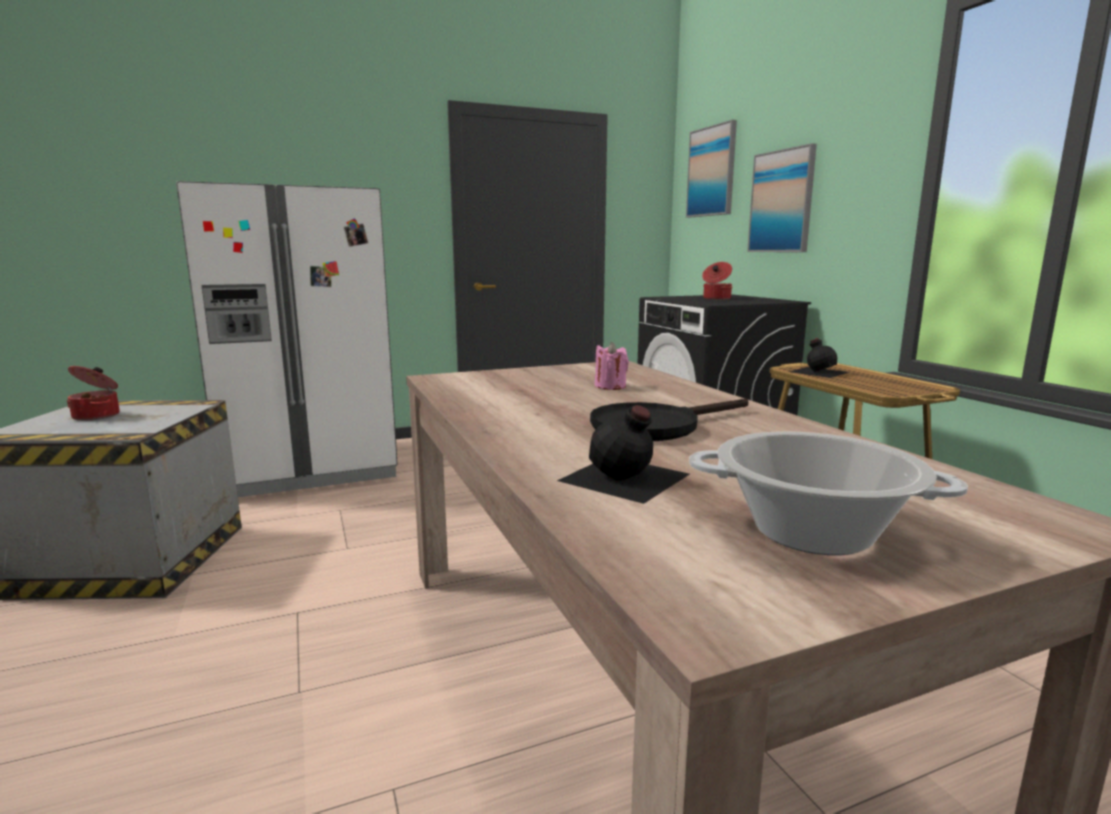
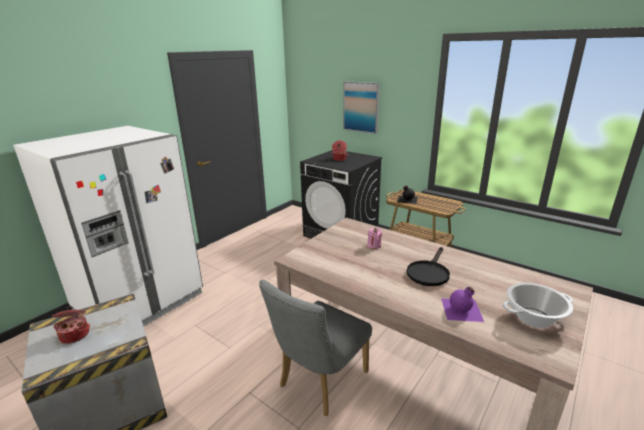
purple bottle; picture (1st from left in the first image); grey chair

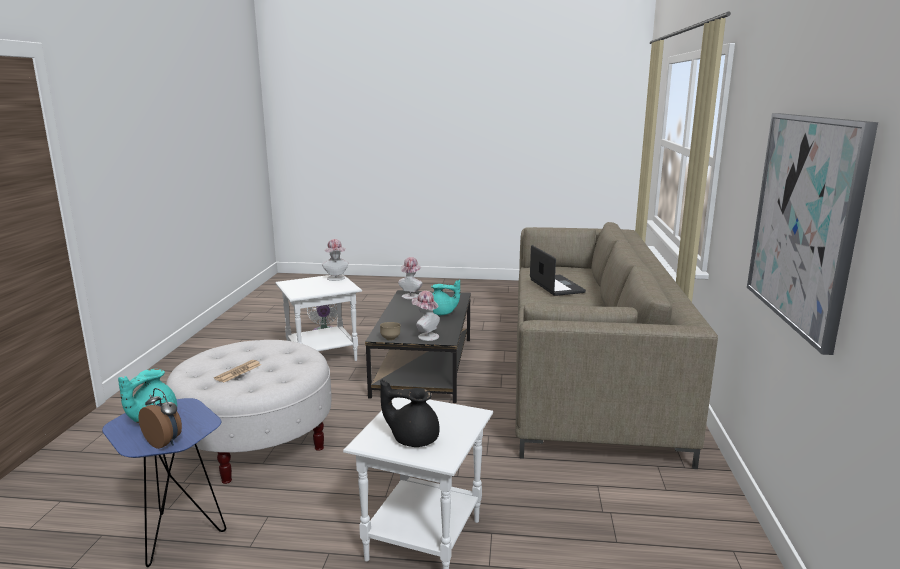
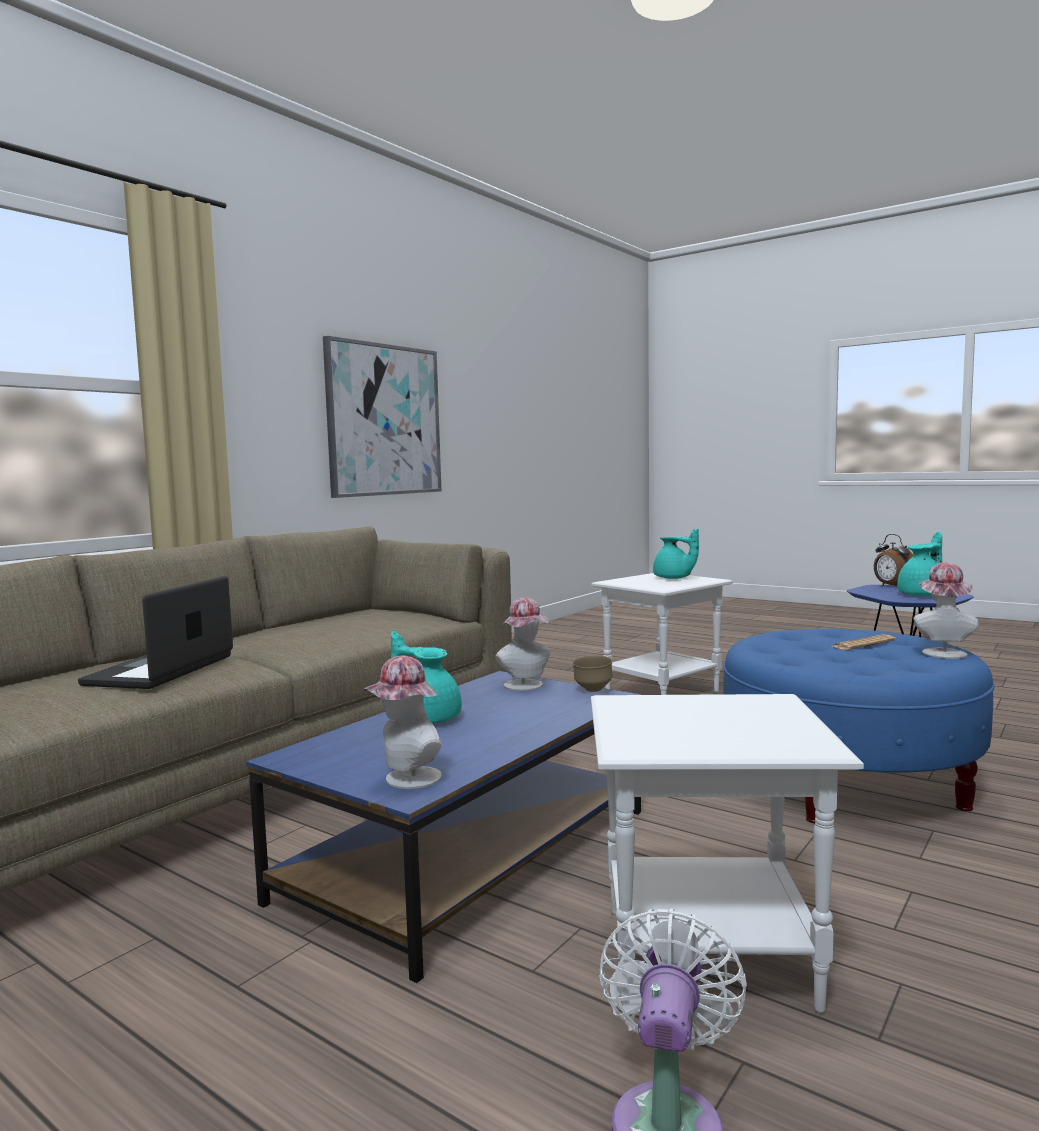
blue ottoman; hat (3rd from left); blue coffee table; turquoise teapot (2nd from left)

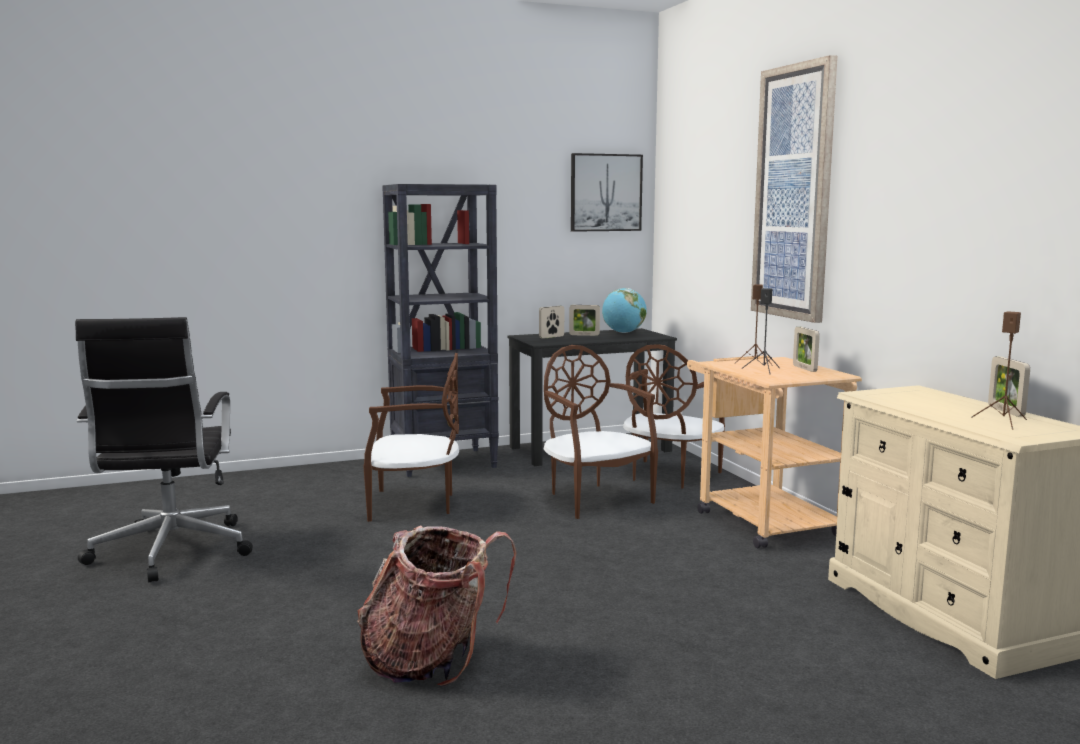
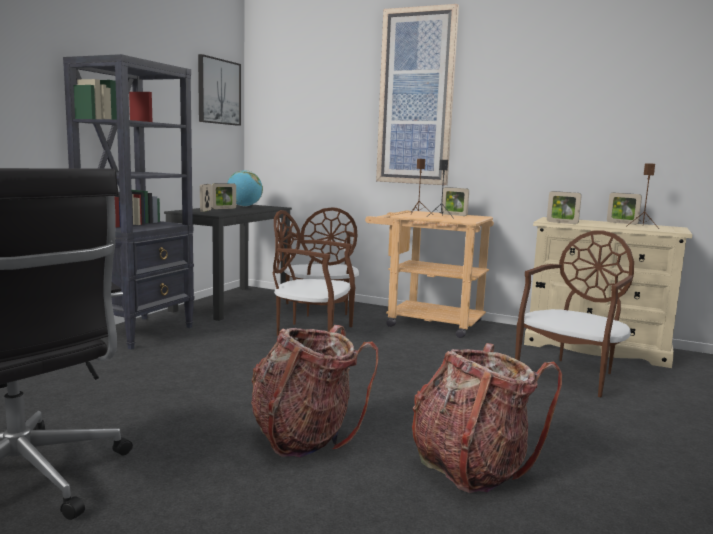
brown chair (3rd from left); backpack (1st from left); picture frame (4th from left)

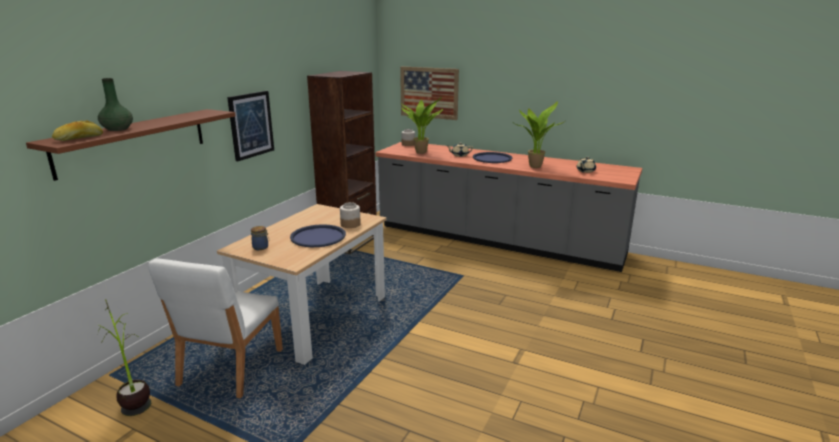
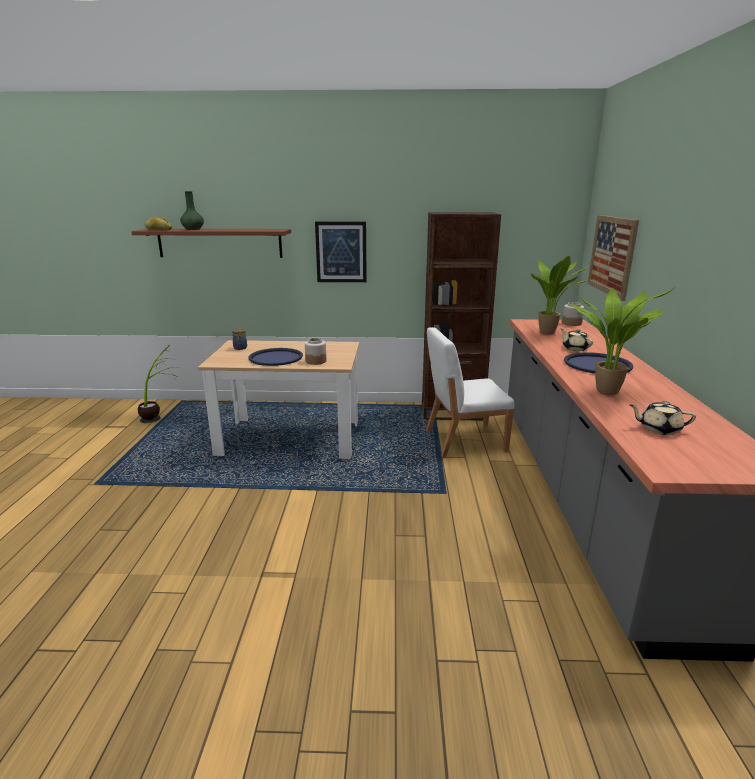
white chair

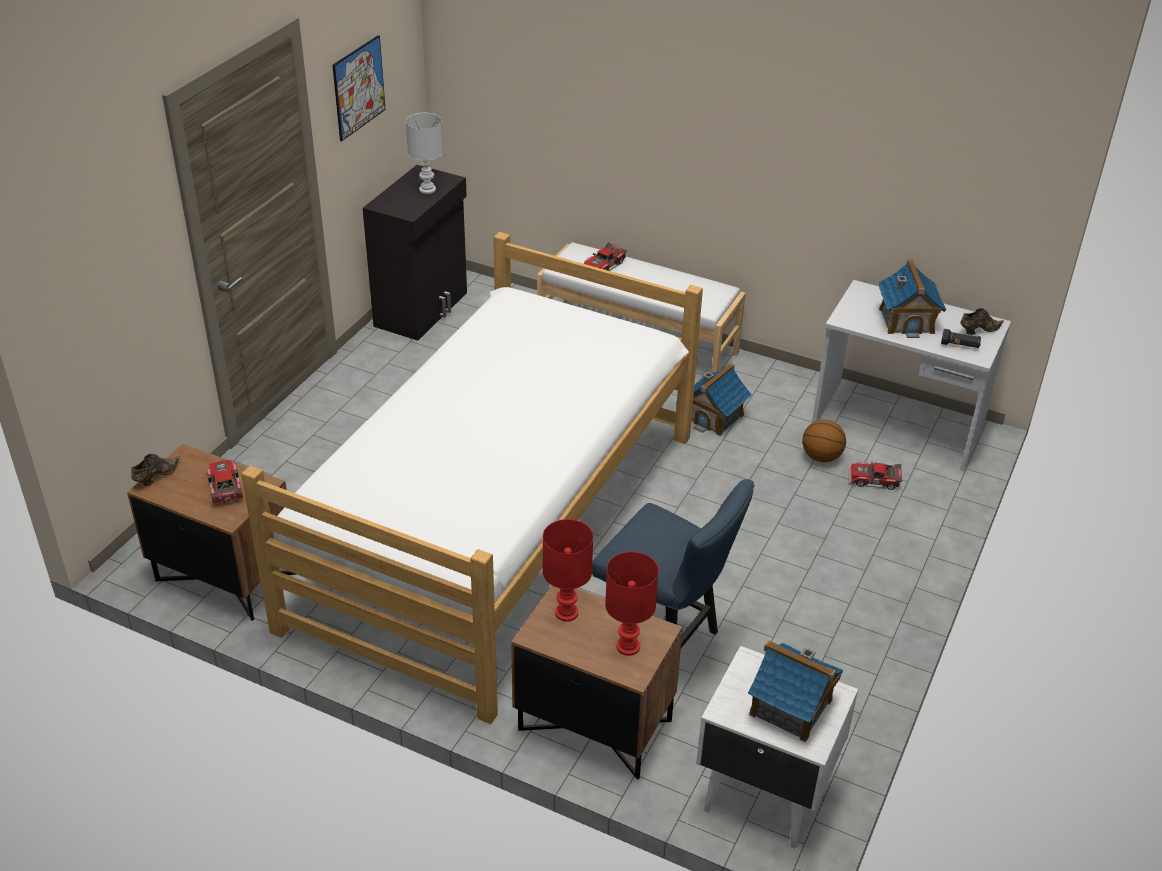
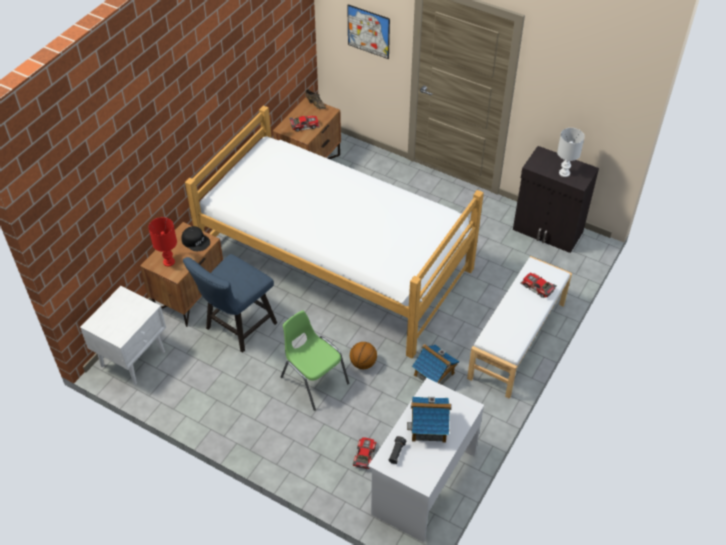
picture; black cap; toy house (2nd from left in the first image); basketball; brown shoe (2nd from left in the first image); green chair

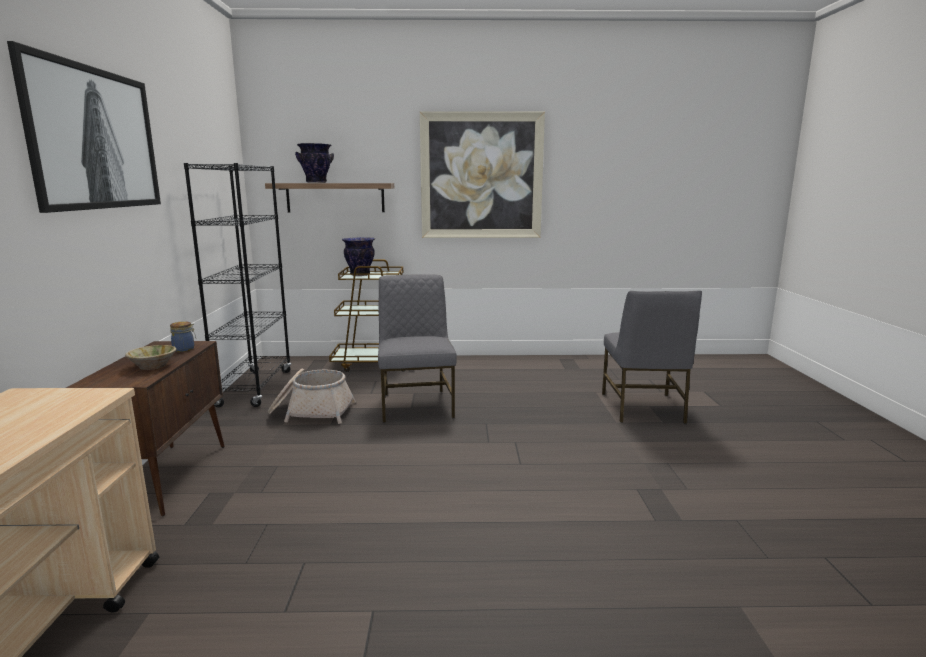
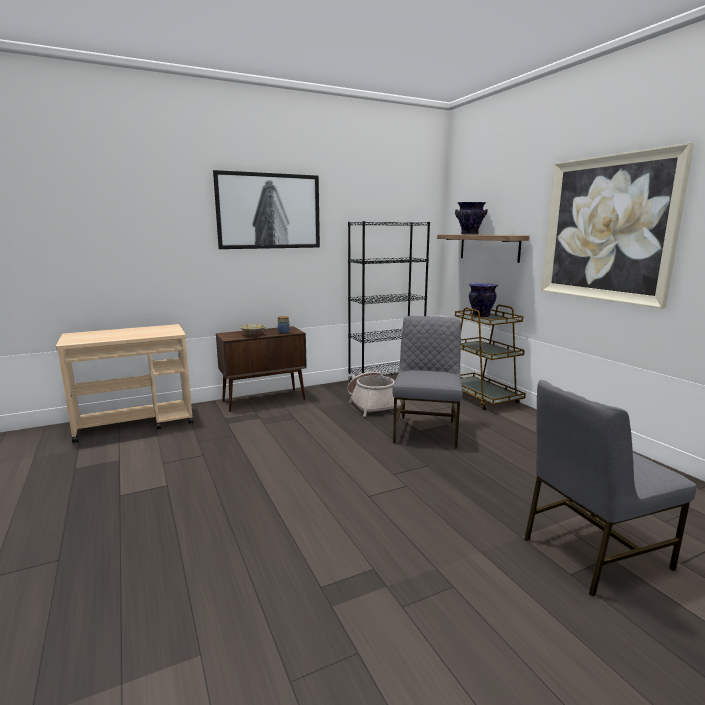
grey chair (1st from left)

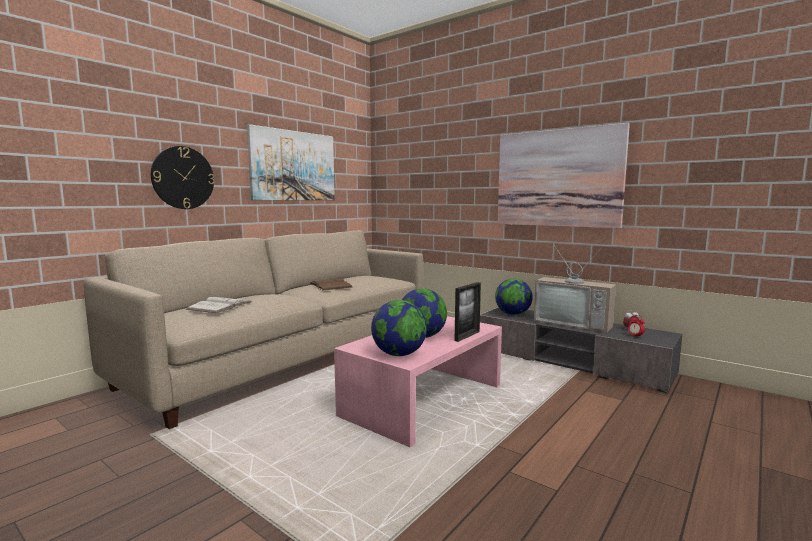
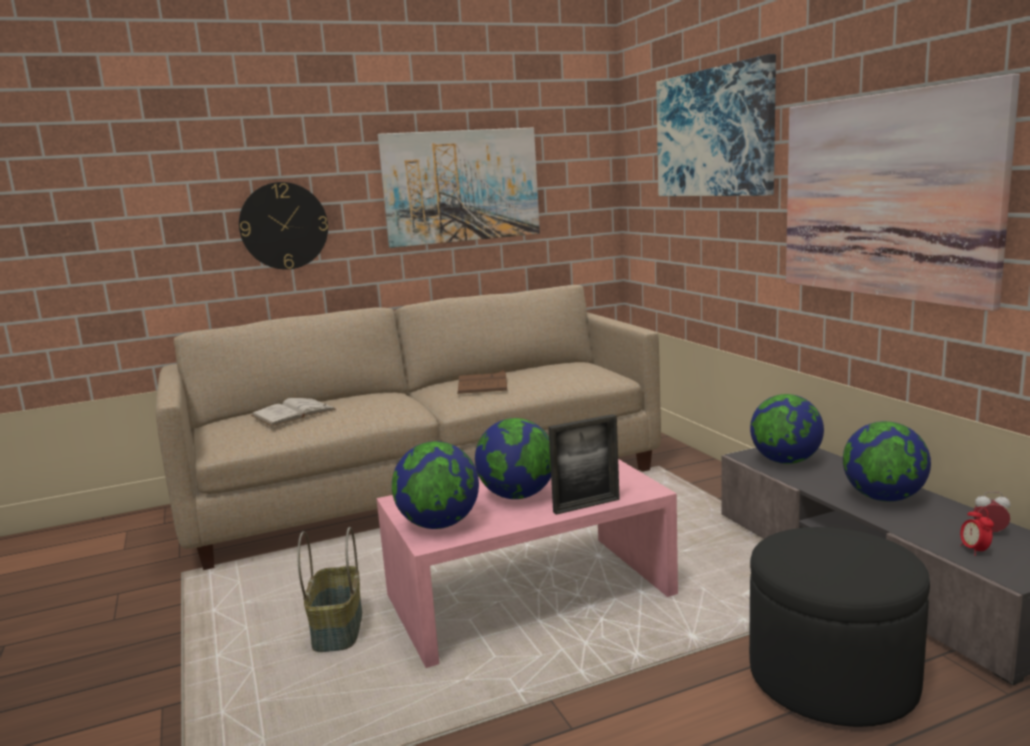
globe (4th from left); basket; picture (2nd from left); black ottoman

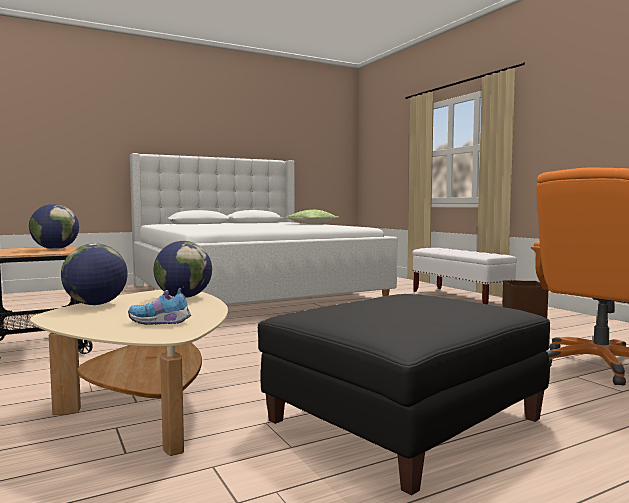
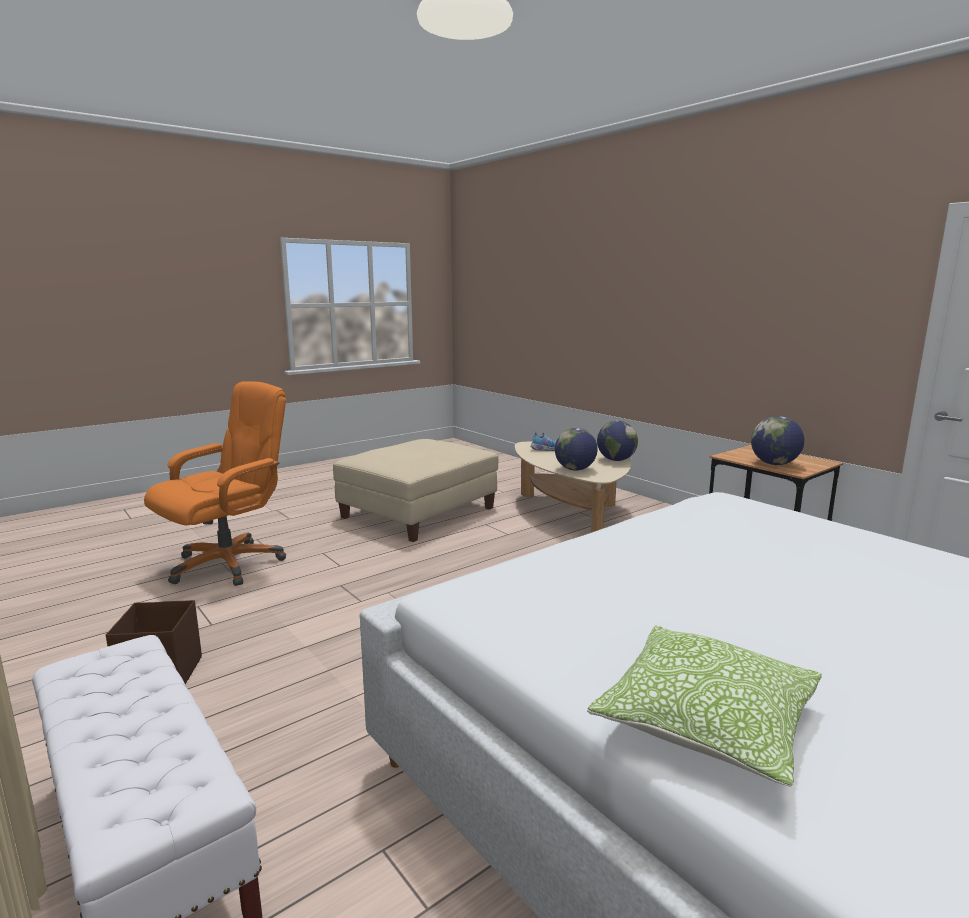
beige ottoman

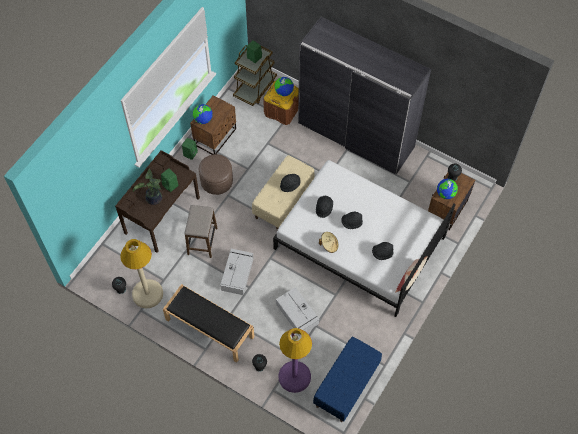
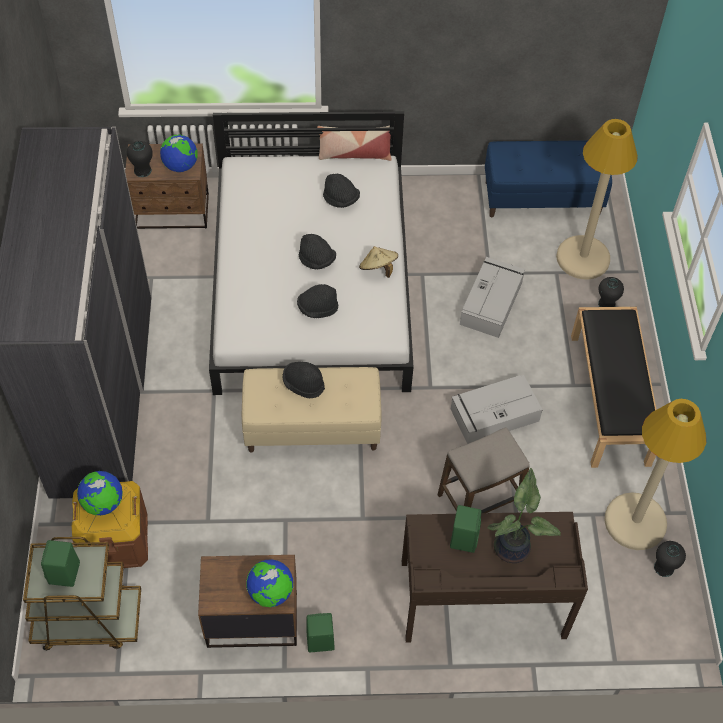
brown ottoman; beige floor lamp (1st from left)

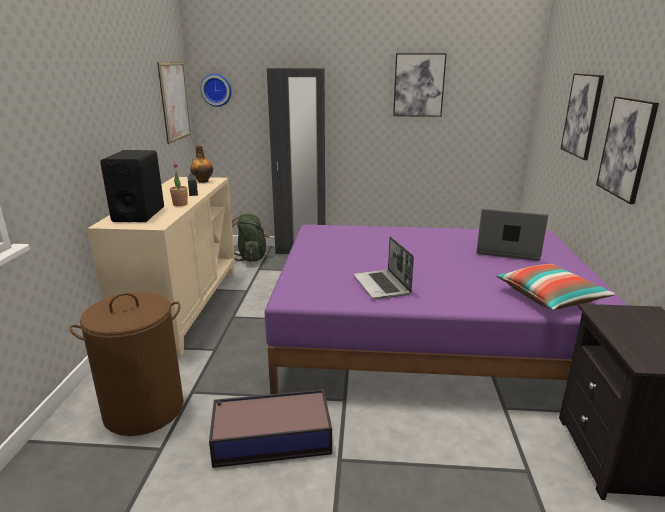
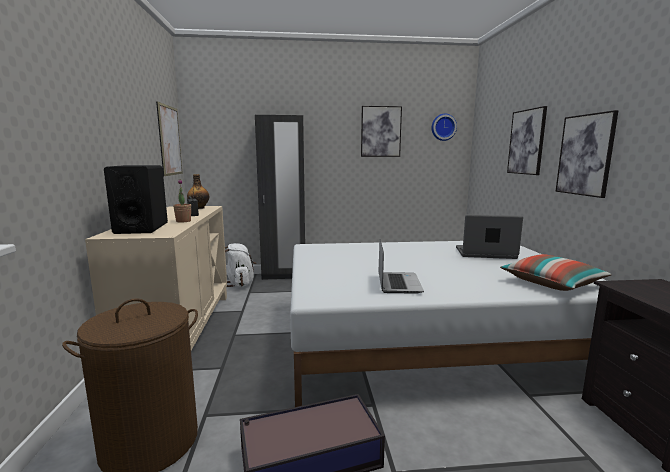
wall clock; white backpack; white bed; laptop (1st from left)

